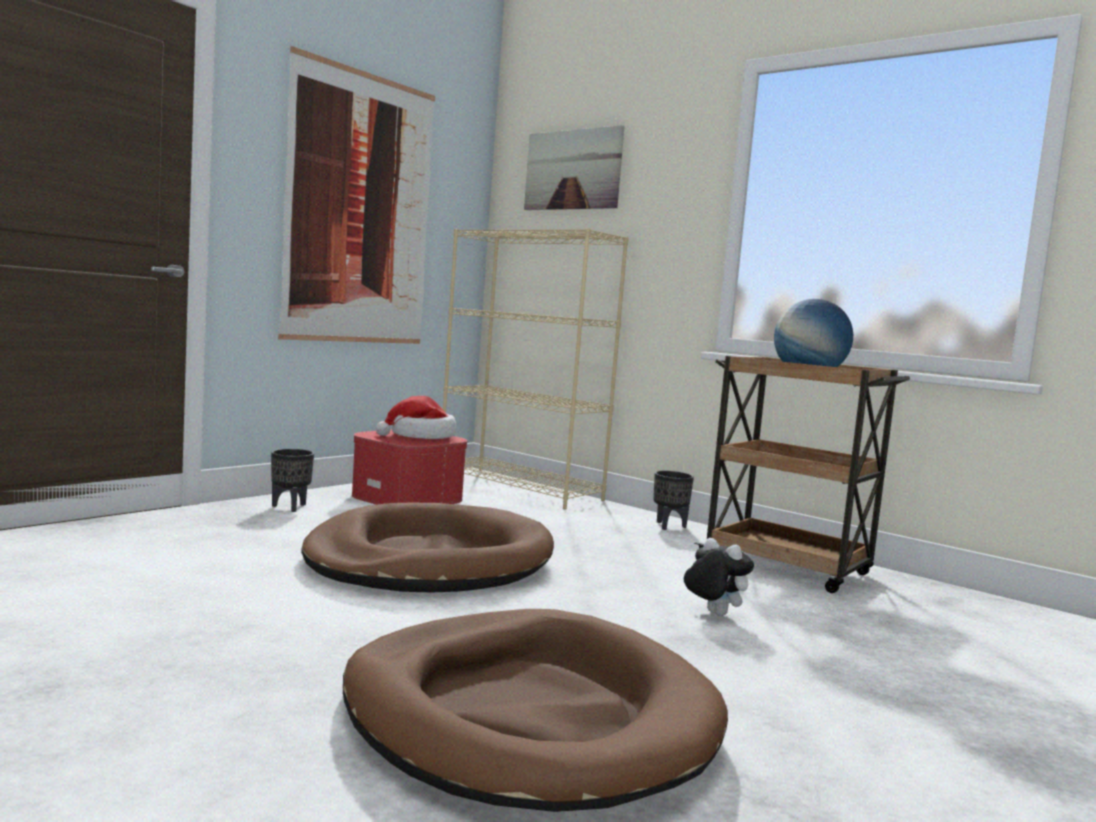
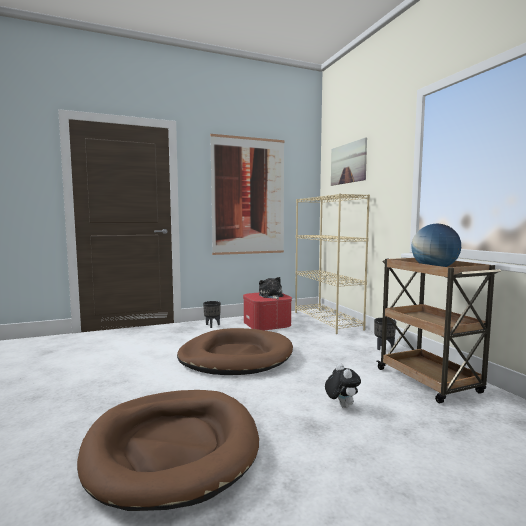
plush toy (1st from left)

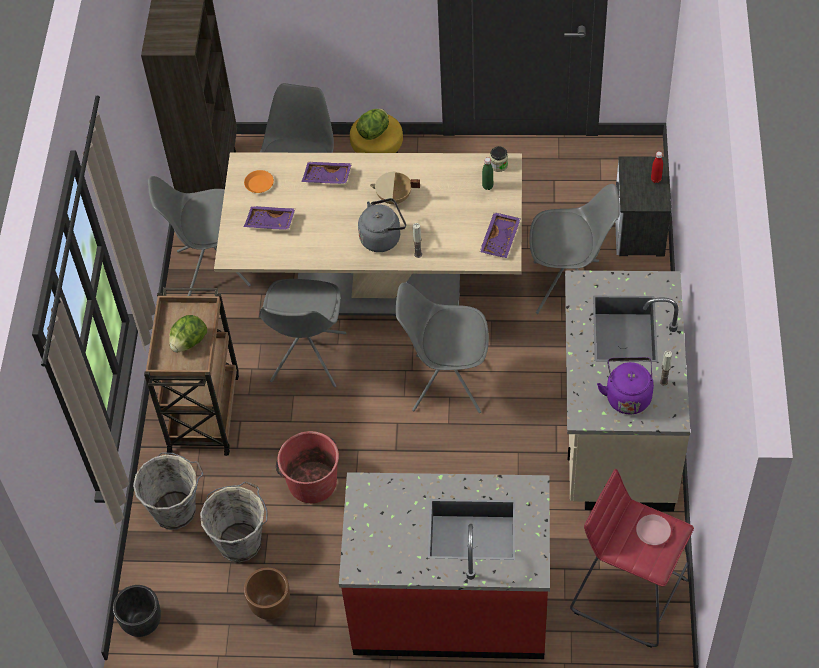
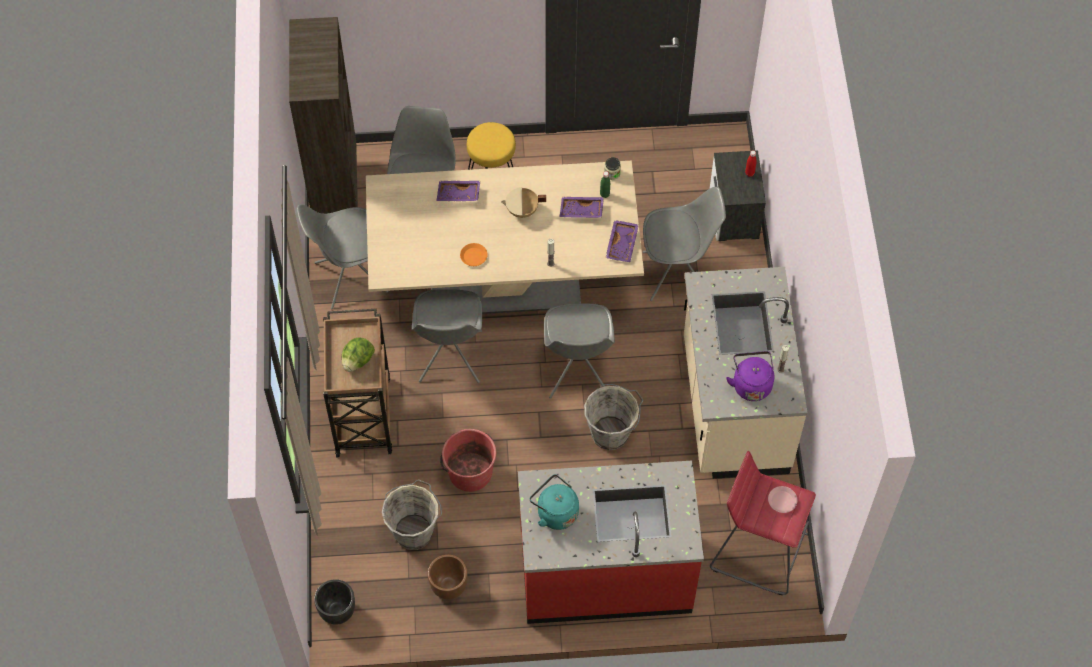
grey bucket (2nd from left); orange plate; purple tray (2nd from left); lettuce (2nd from left in the first image); grey kettle; grey chair (4th from left); turquoise kettle

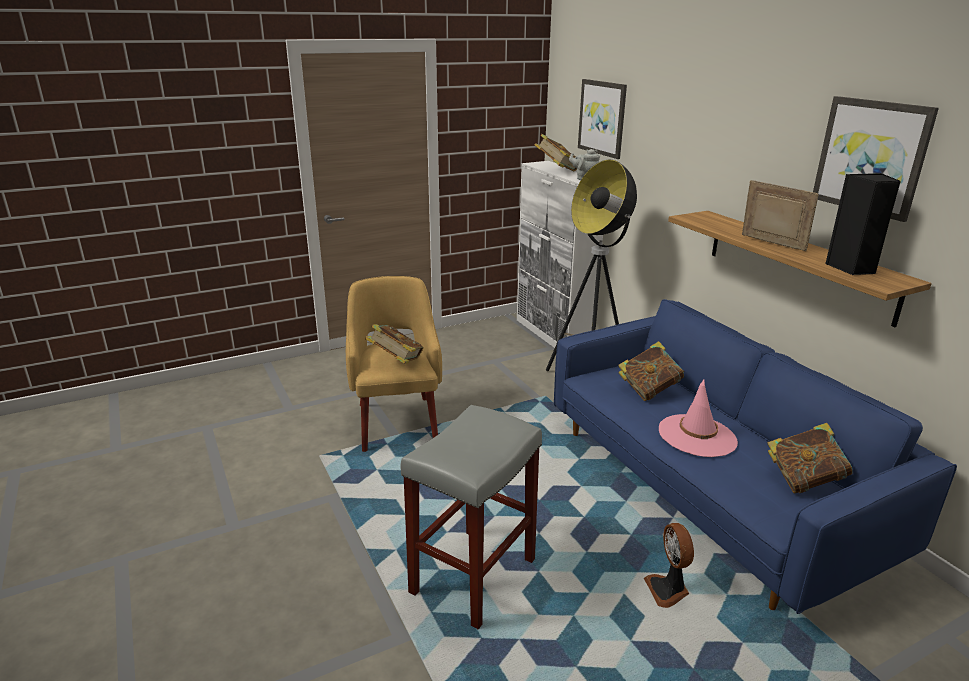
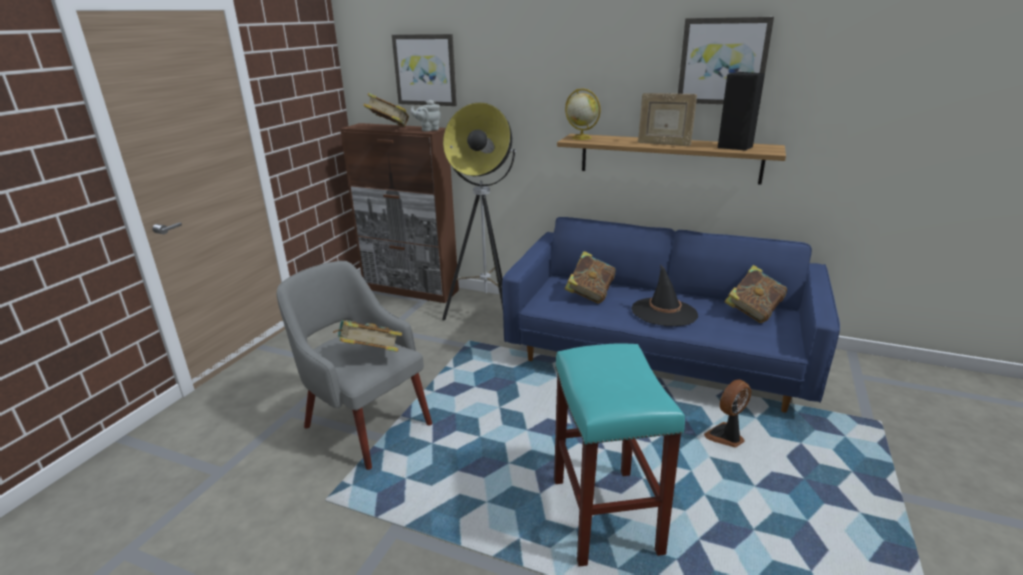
grey armchair; turquoise stool; brown cabinet; fan; black hat; picture frame; globe

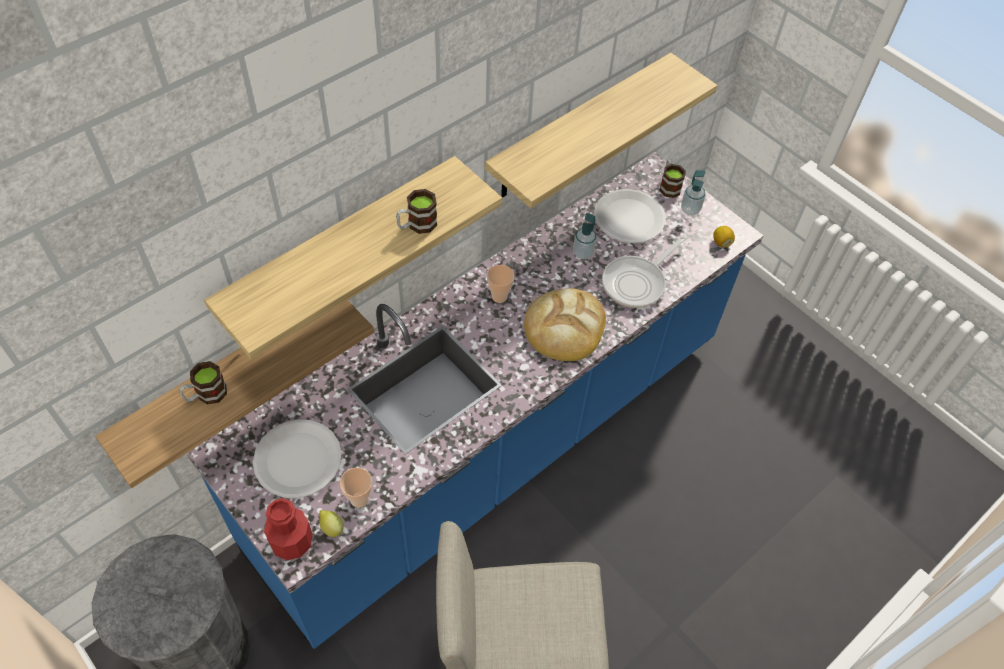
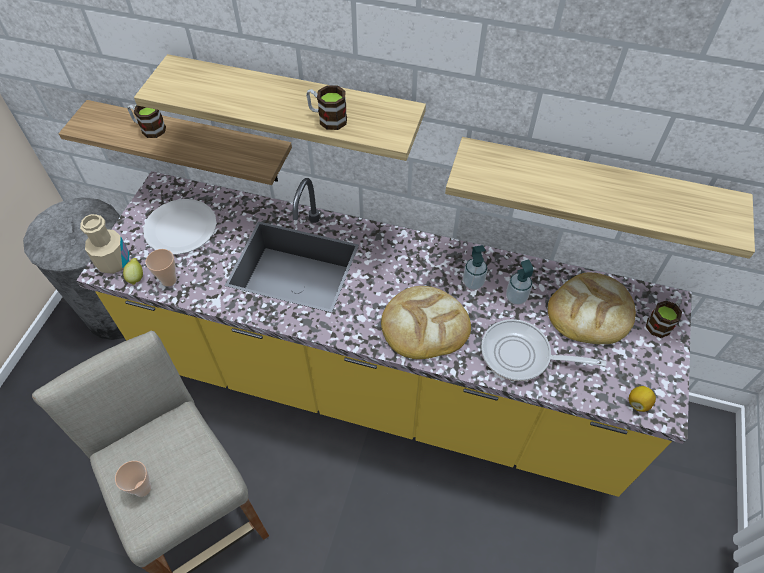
yellow counter; beige bottle; cup (1st from left); bread (2nd from left); soap dispenser (1st from left)

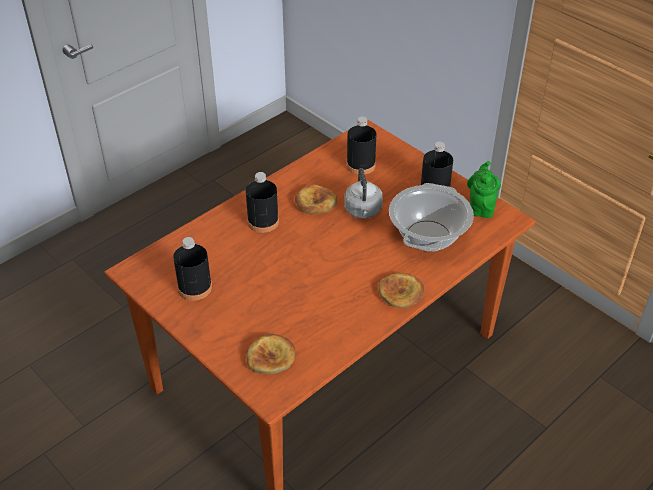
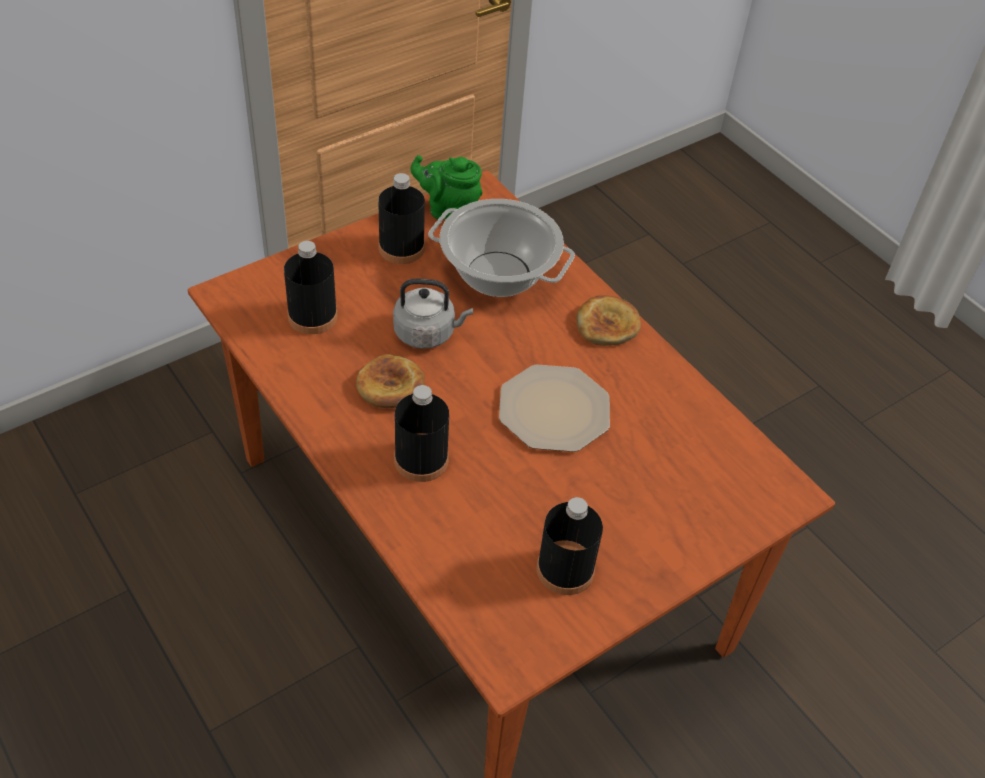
bread (1st from left in the first image); plate

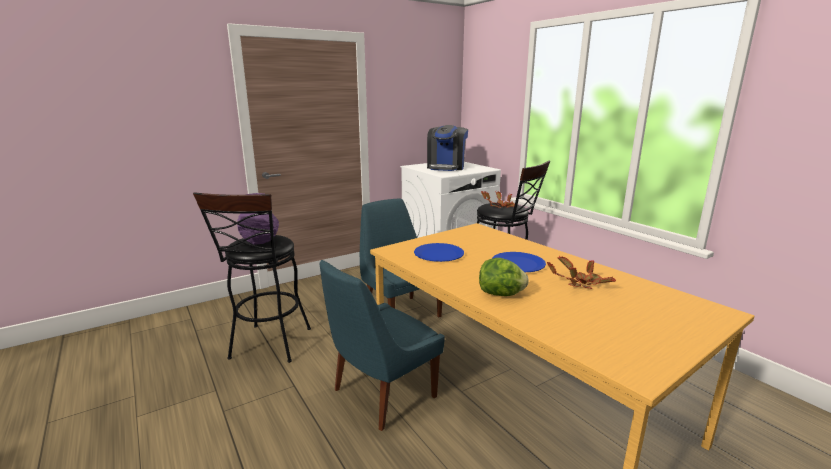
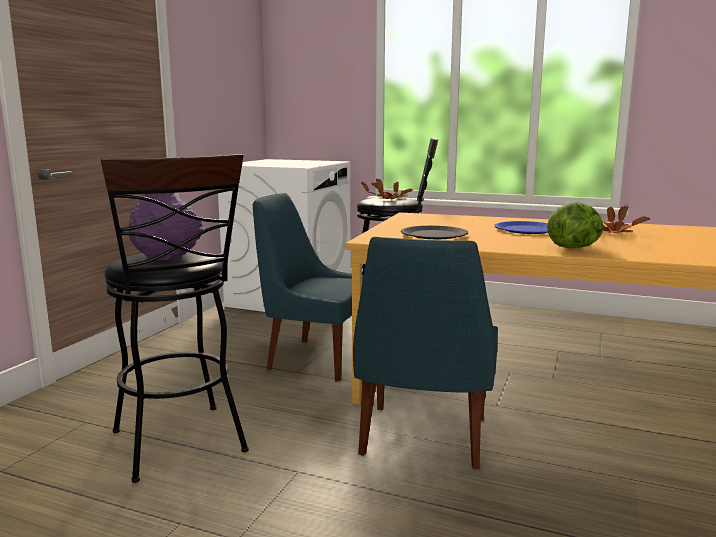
black plate; coffee machine

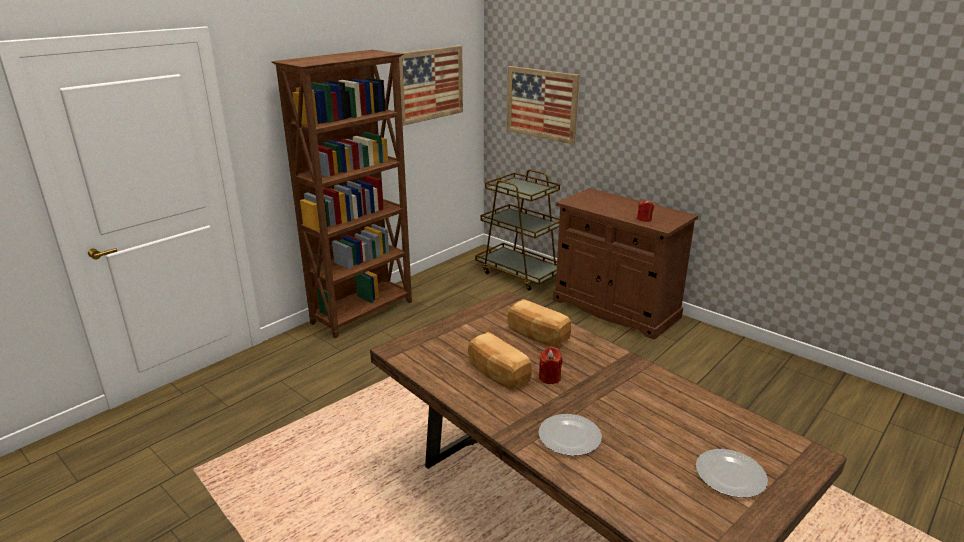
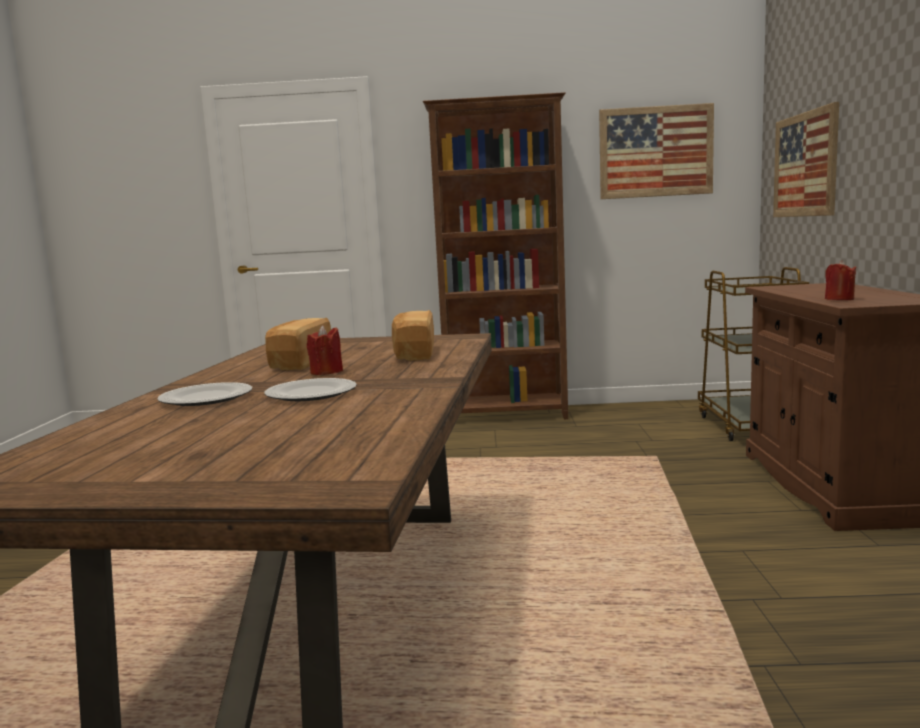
plate (2nd from left)

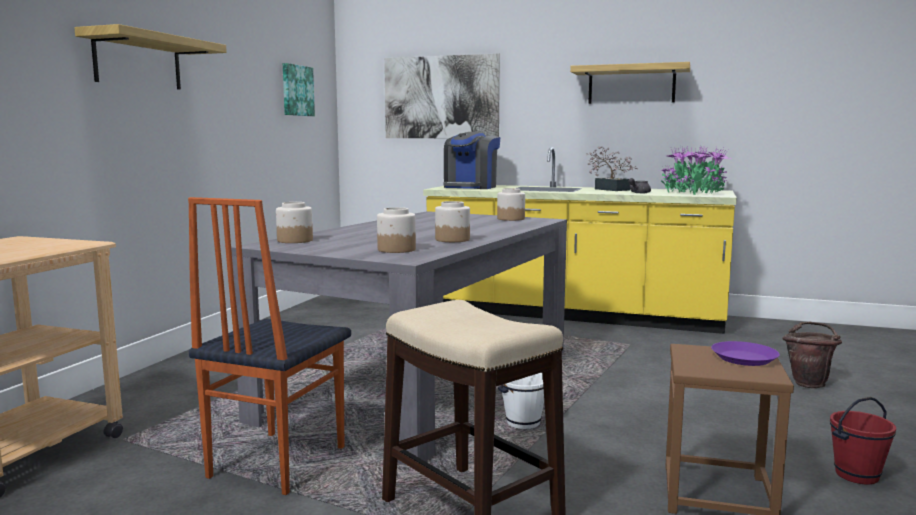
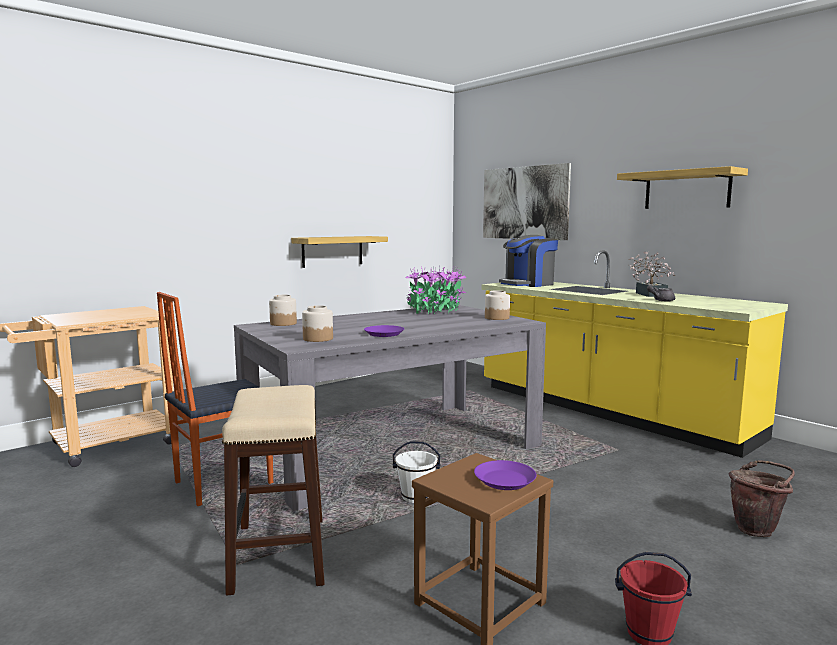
shelf (1st from left); picture (1st from left in the first image); purple plate (1st from left); potted plant (1st from left)

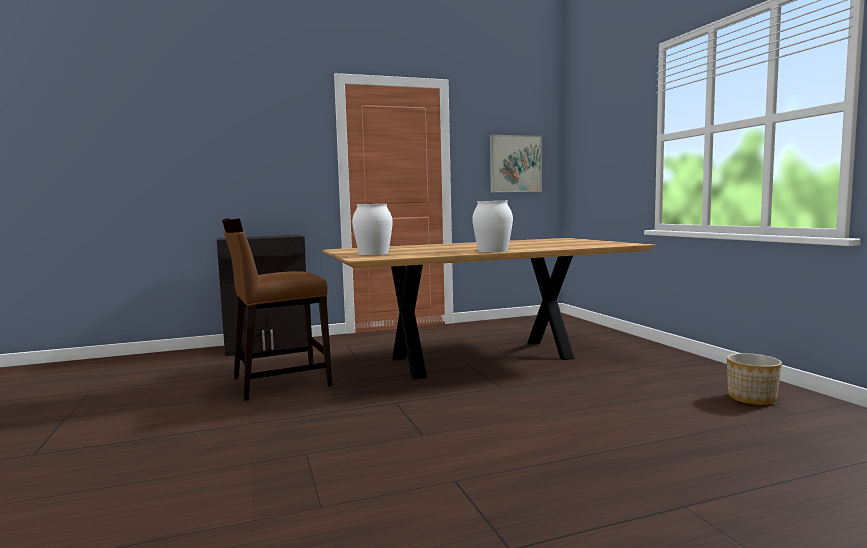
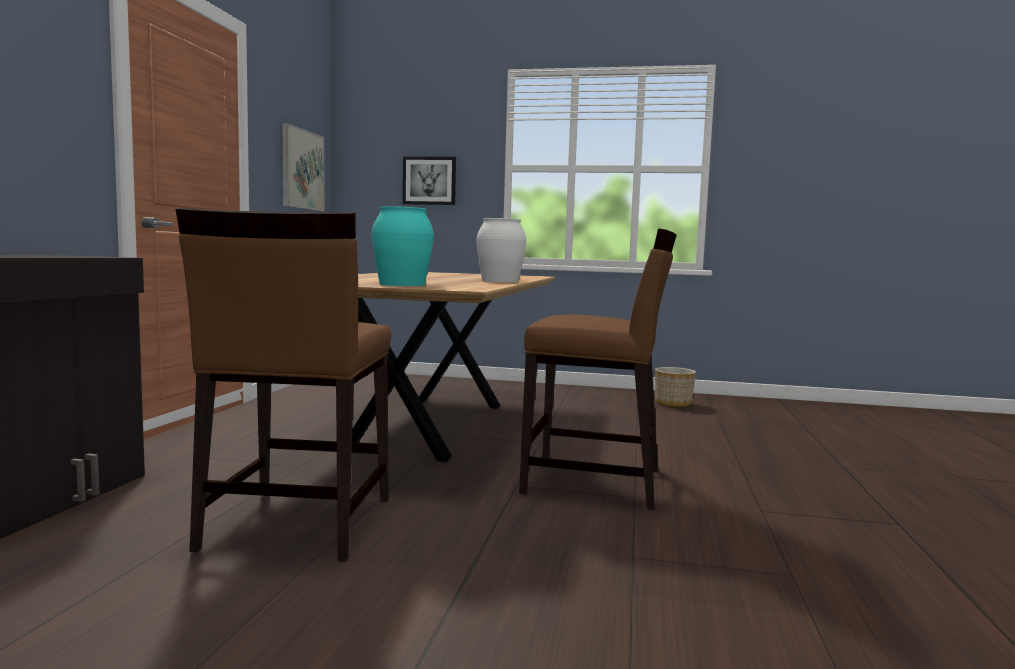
turquoise vase; picture (2nd from left); brown chair (2nd from left)

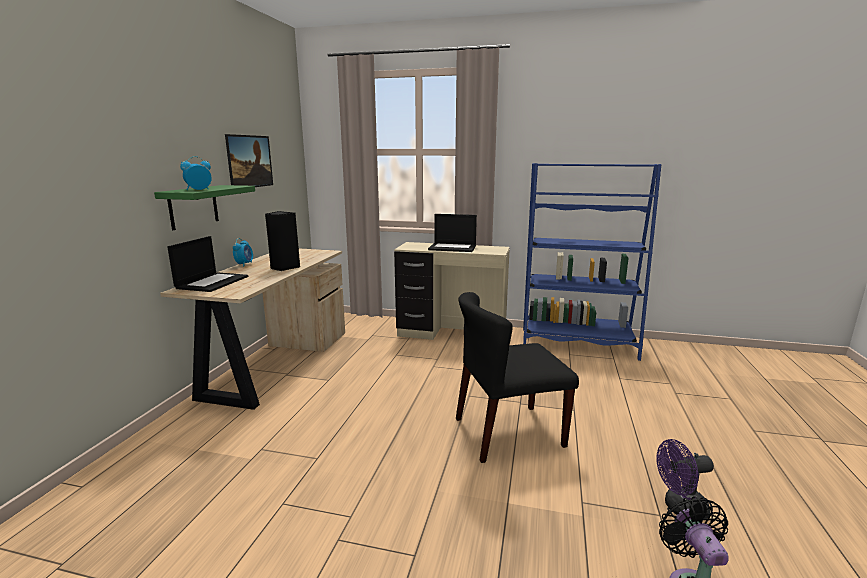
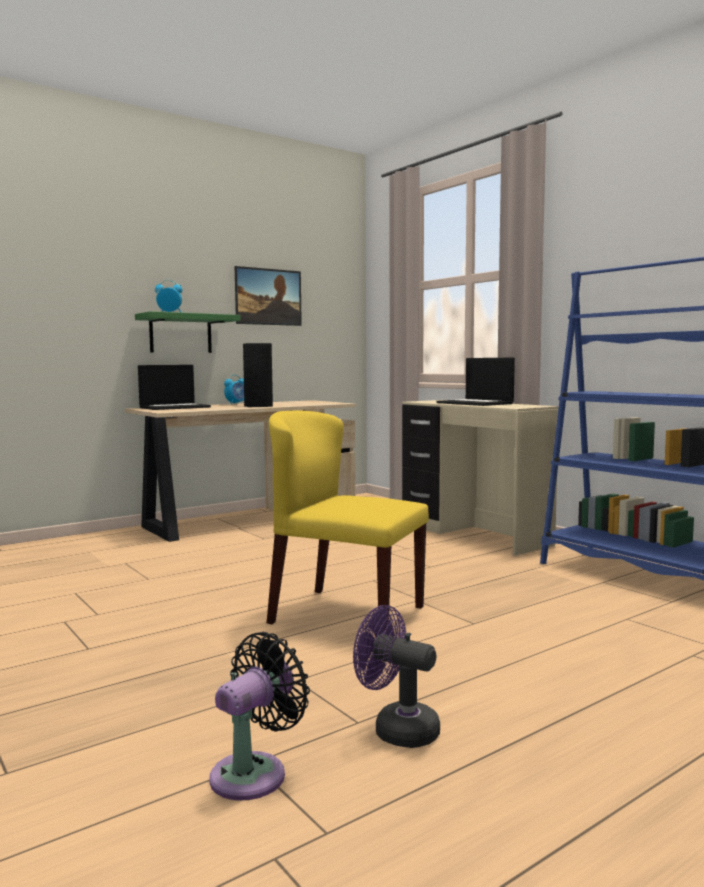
yellow chair

